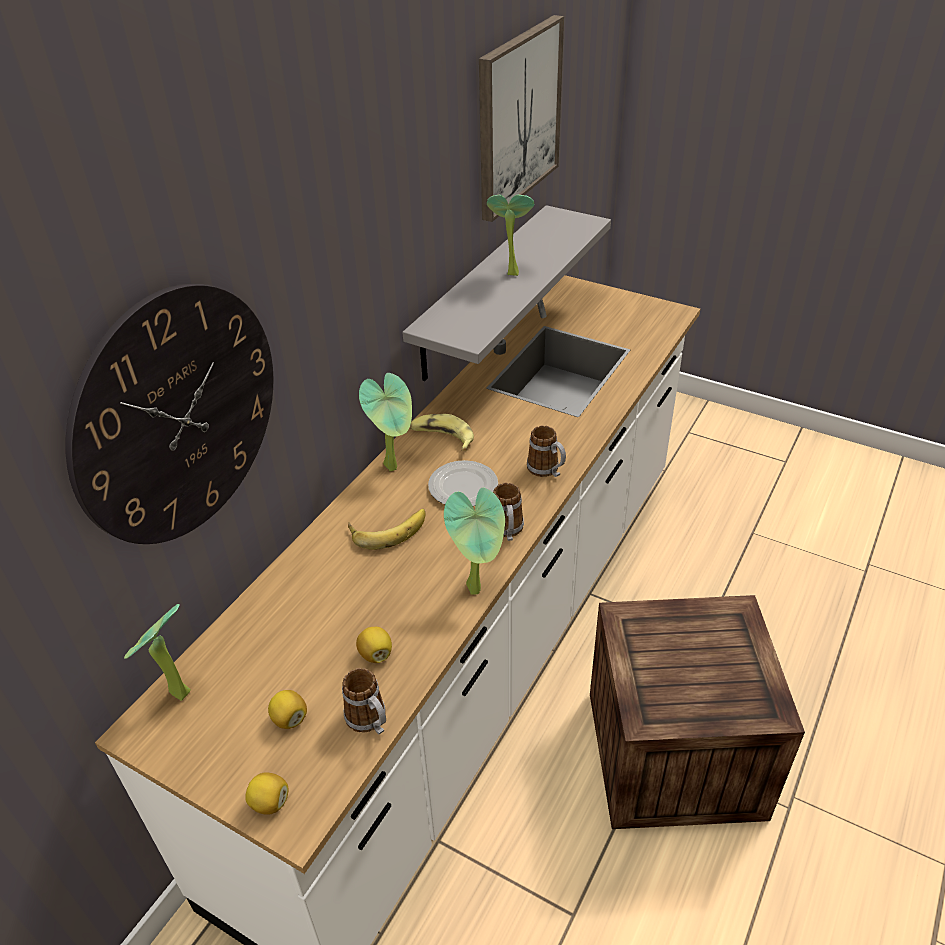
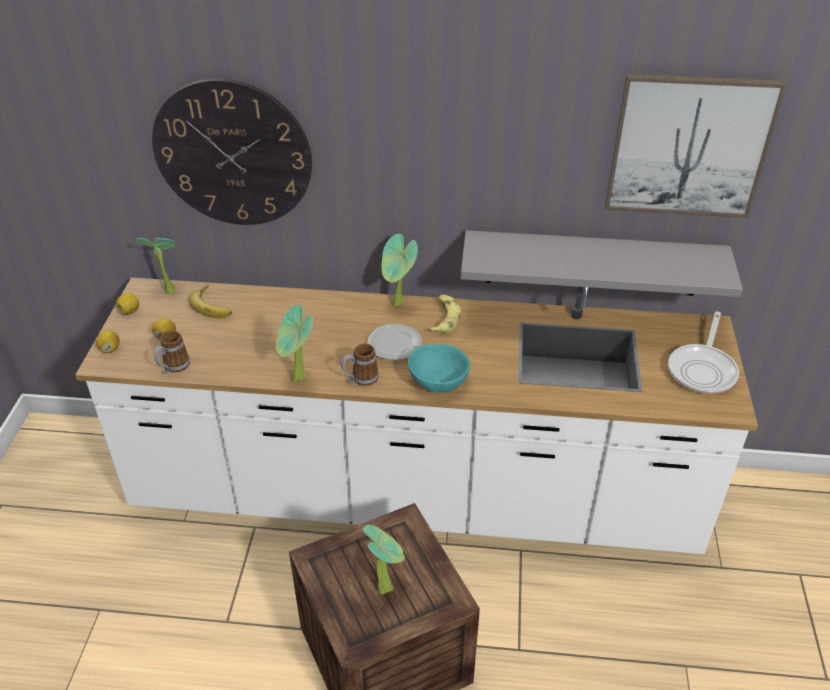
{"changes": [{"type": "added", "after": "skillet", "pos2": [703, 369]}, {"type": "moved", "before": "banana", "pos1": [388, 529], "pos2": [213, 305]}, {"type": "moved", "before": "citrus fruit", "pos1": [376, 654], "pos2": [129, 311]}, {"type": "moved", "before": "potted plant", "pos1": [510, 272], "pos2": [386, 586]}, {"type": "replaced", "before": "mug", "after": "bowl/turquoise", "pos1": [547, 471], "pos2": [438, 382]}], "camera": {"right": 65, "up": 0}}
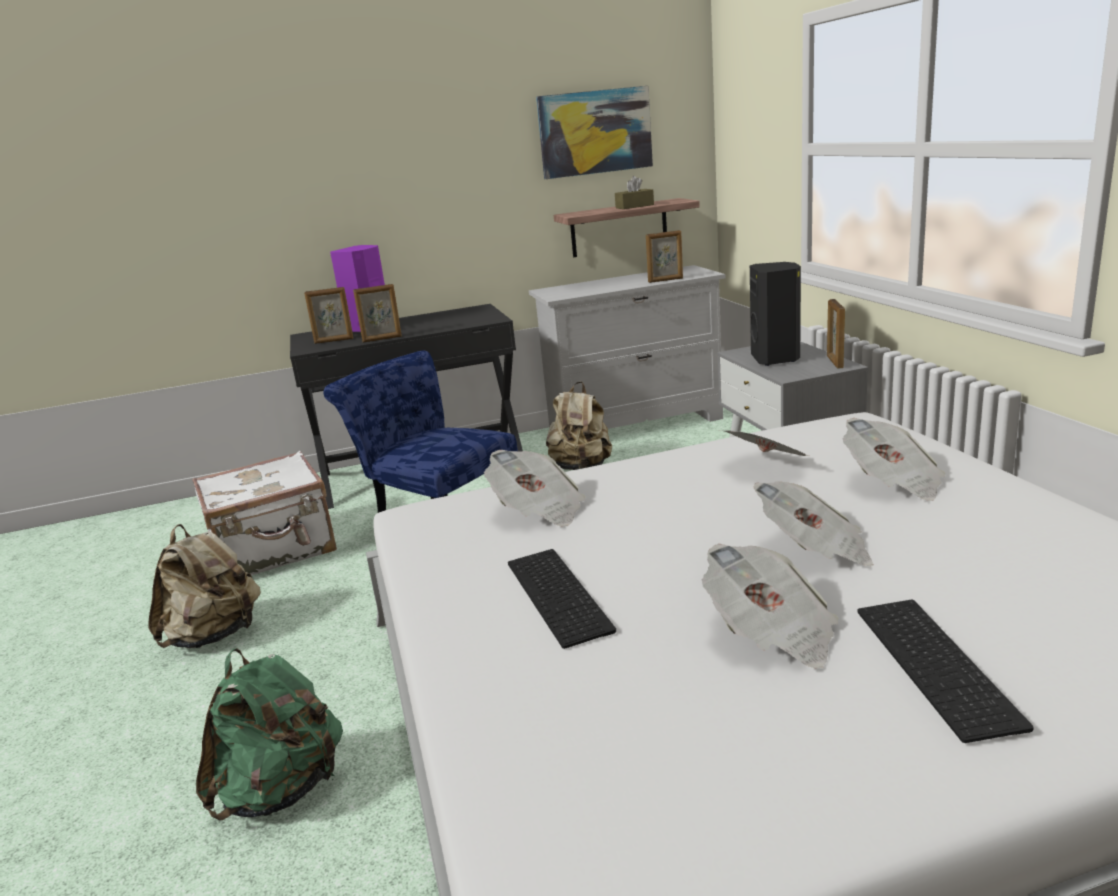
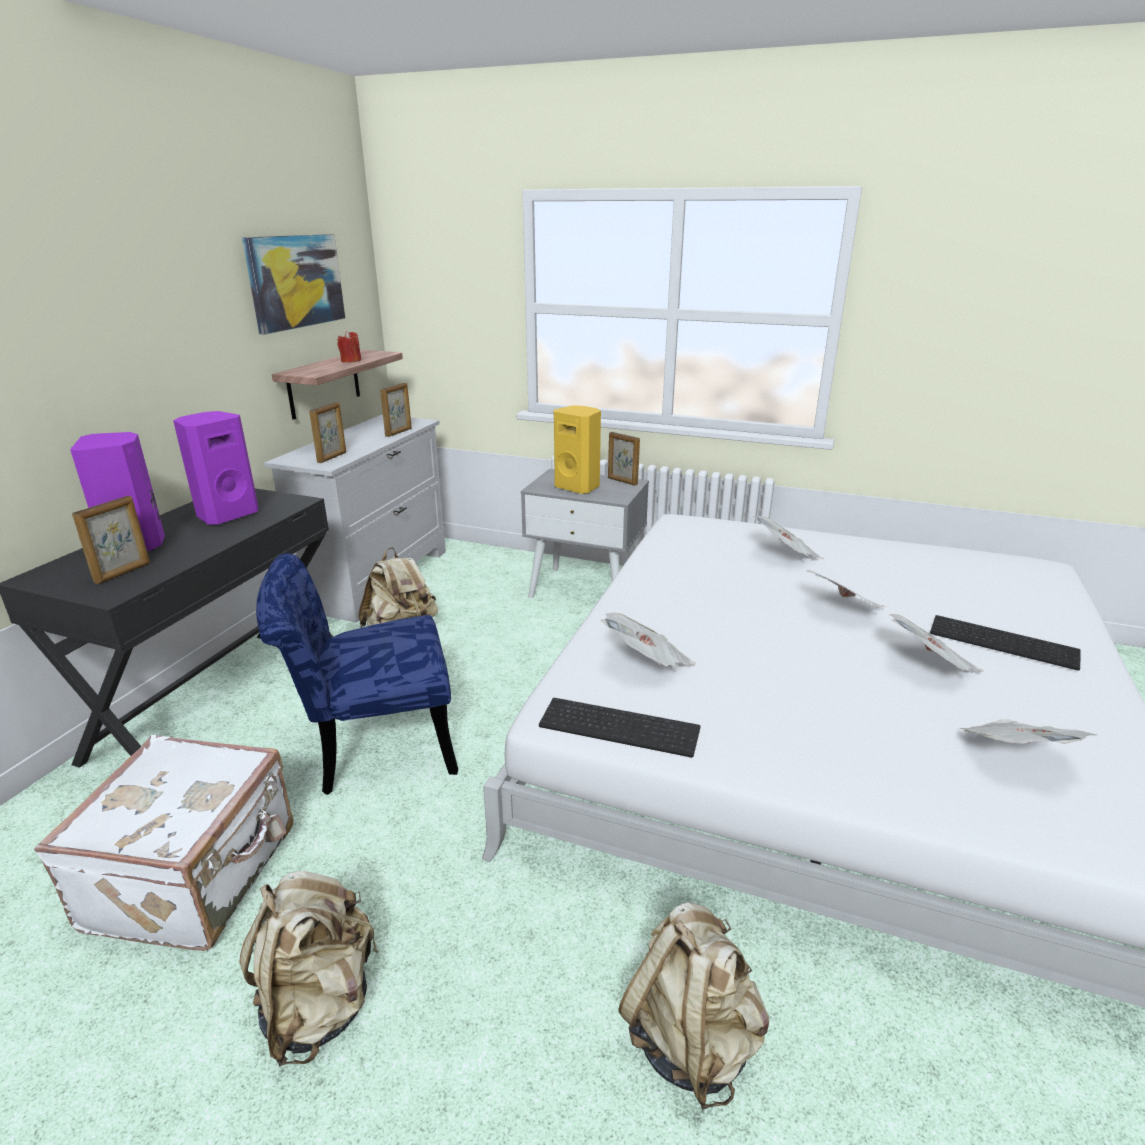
{"changes": [{"type": "added", "after": "speaker/purplish", "pos2": [226, 515]}, {"type": "moved", "before": "photo frame", "pos1": [382, 339], "pos2": [332, 457]}, {"type": "moved", "before": "PC keyboard", "pos1": [561, 595], "pos2": [621, 725]}, {"type": "moved", "before": "daily paper", "pos1": [768, 466], "pos2": [1016, 754]}, {"type": "replaced", "before": "tissue box/brown", "after": "wax candle/red-coloured", "pos1": [634, 206], "pos2": [351, 361]}, {"type": "recoloured", "before": "backpack/green-coloured", "after": "backpack/beige-coloured", "pos1": [282, 790], "pos2": [692, 1039]}, {"type": "recoloured", "before": "speaker/blackish", "after": "speaker/yellow", "pos1": [776, 359], "pos2": [578, 487]}], "camera": {"right": -55, "up": 5}}
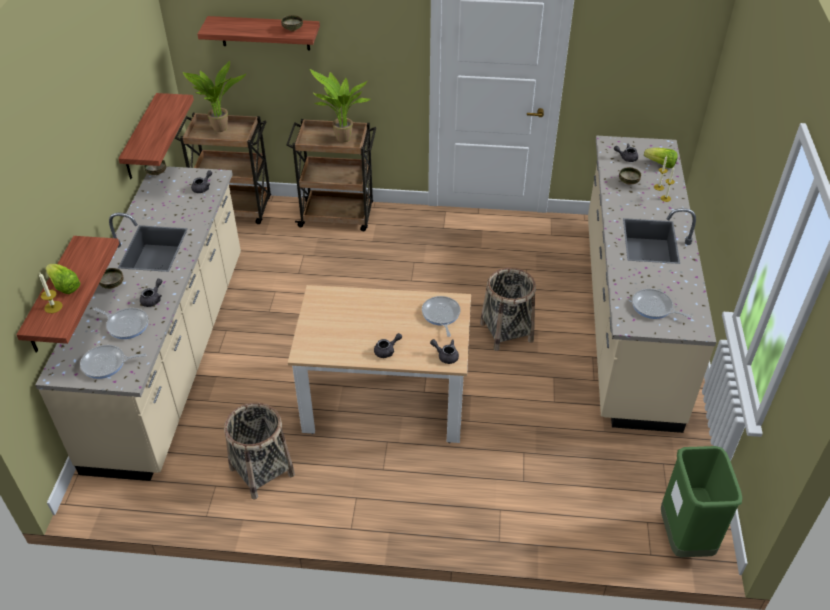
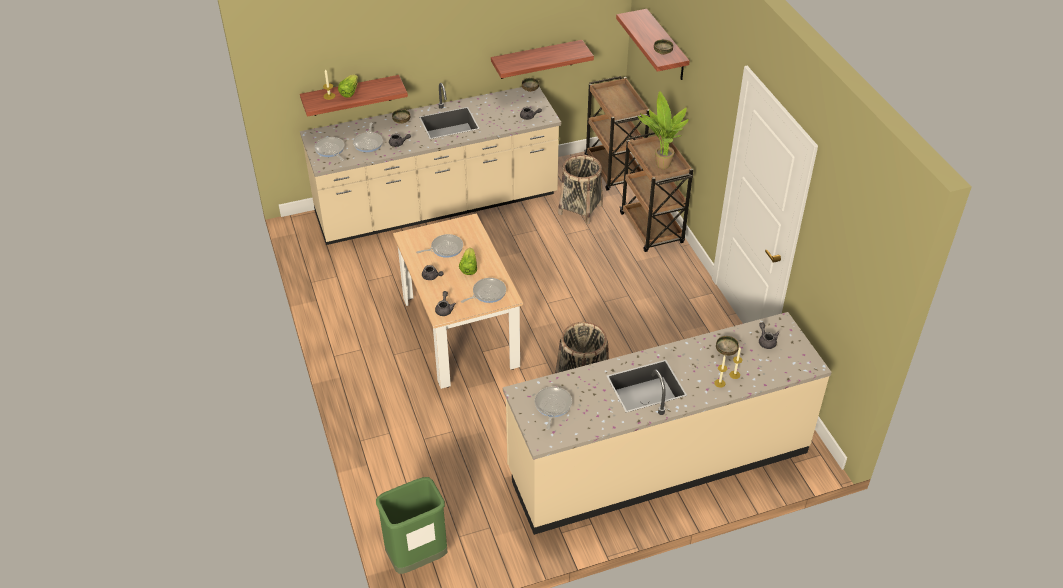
{"changes": [{"type": "removed", "before": "potted plant", "pos1": [220, 130]}, {"type": "added", "after": "skillet", "pos2": [445, 248]}, {"type": "moved", "before": "basket", "pos1": [262, 471], "pos2": [580, 209]}, {"type": "moved", "before": "lettuce", "pos1": [660, 164], "pos2": [469, 267]}], "camera": {"right": 65, "up": 0}}
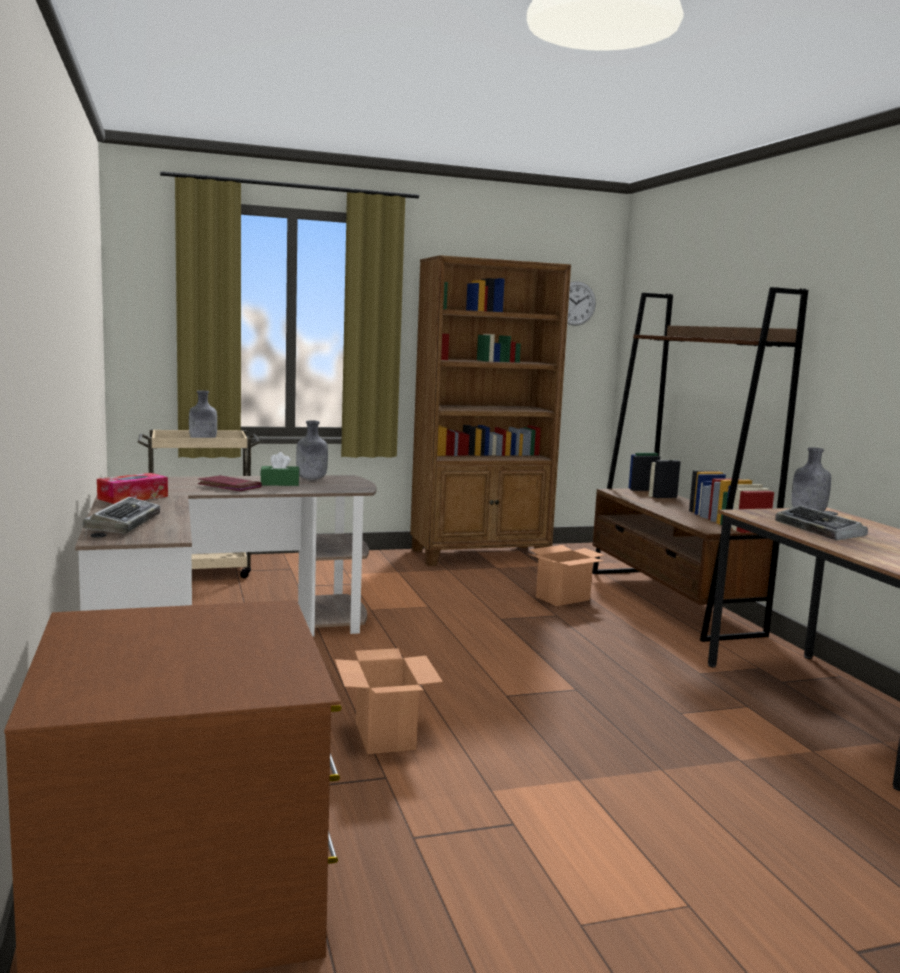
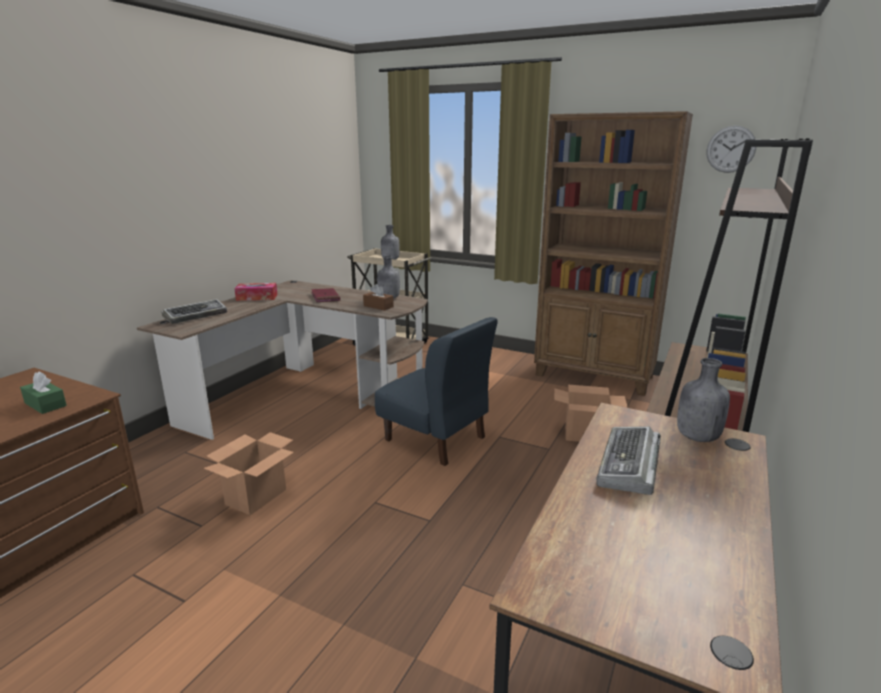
{"changes": [{"type": "added", "after": "tissue box/brown", "pos2": [378, 306]}, {"type": "added", "after": "chair/blue-coloured", "pos2": [435, 439]}, {"type": "moved", "before": "tissue box/green-coloured", "pos1": [280, 483], "pos2": [45, 404]}], "camera": {"right": 45, "up": 10}}
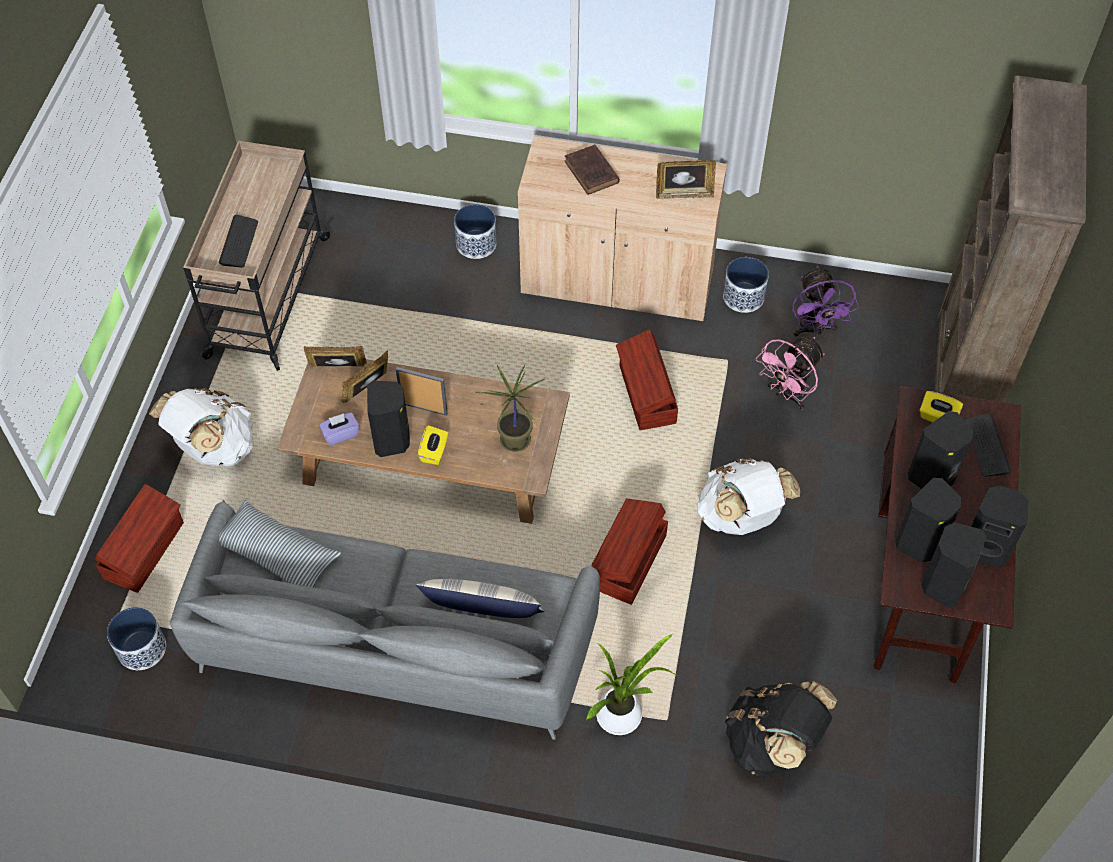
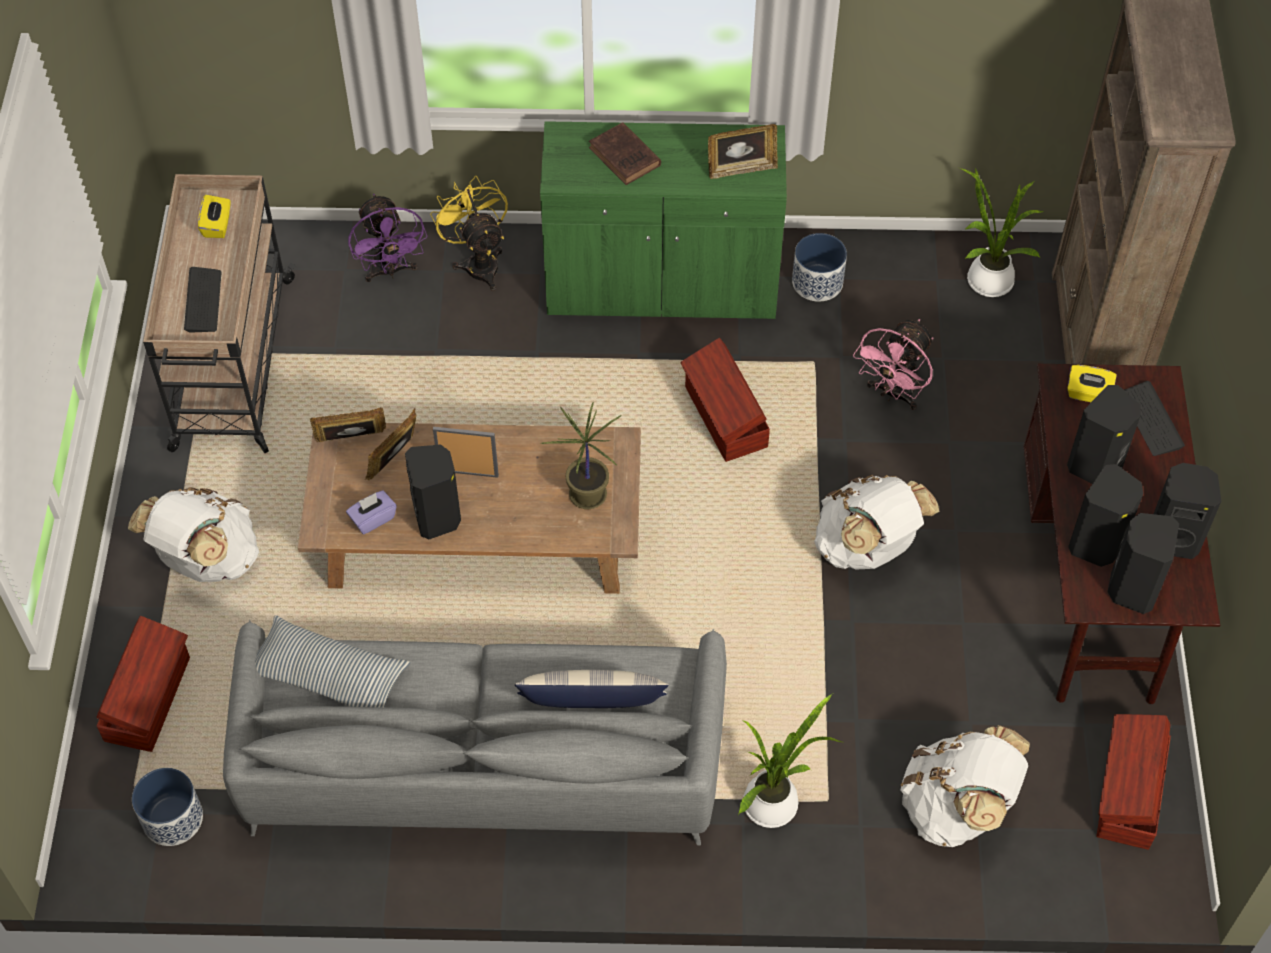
{"changes": [{"type": "added", "after": "potted plant", "pos2": [986, 279]}, {"type": "moved", "before": "tissue box/yellow", "pos1": [434, 452], "pos2": [217, 225]}, {"type": "moved", "before": "storage container/brown", "pos1": [628, 562], "pos2": [1127, 794]}, {"type": "moved", "before": "electric fan/purplish", "pos1": [814, 330], "pos2": [390, 271]}, {"type": "replaced", "before": "flower pot", "after": "electric fan/yellow", "pos1": [476, 244], "pos2": [478, 262]}, {"type": "recoloured", "before": "cabinet/beige-coloured", "after": "cabinet/green-coloured", "pos1": [617, 282], "pos2": [661, 285]}, {"type": "recoloured", "before": "backpack/blackish", "after": "backpack/white-coloured", "pos1": [772, 743], "pos2": [956, 807]}], "camera": {"right": -10, "up": 0}}
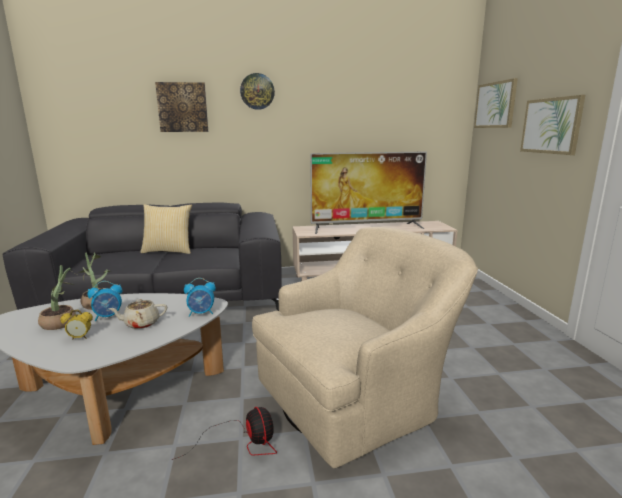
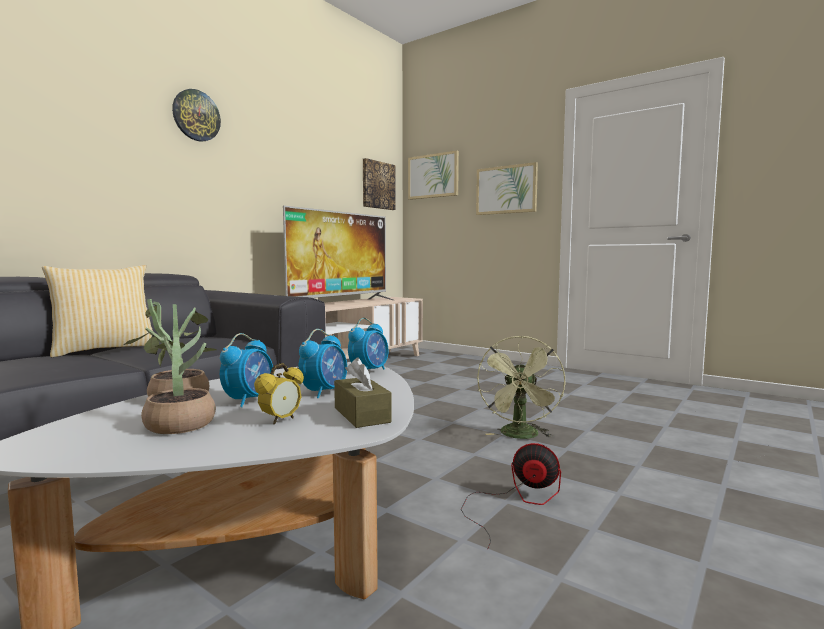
{"changes": [{"type": "added", "after": "tissue box/brown", "pos2": [361, 415]}, {"type": "moved", "before": "wall art", "pos1": [182, 107], "pos2": [378, 185]}, {"type": "replaced", "before": "teapot/beige-coloured", "after": "table clock", "pos1": [141, 324], "pos2": [324, 392]}, {"type": "replaced", "before": "lounge chair/beige-coloured", "after": "electric fan/green-coloured", "pos1": [357, 395], "pos2": [521, 436]}], "camera": {"right": -45, "up": -10}}
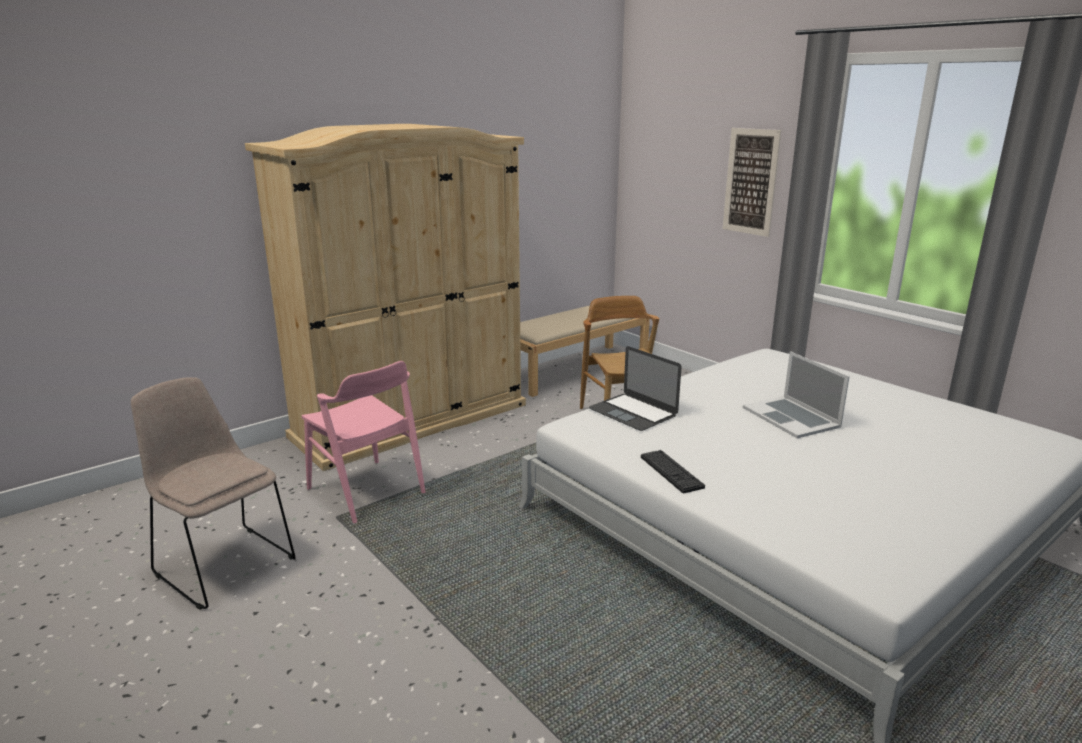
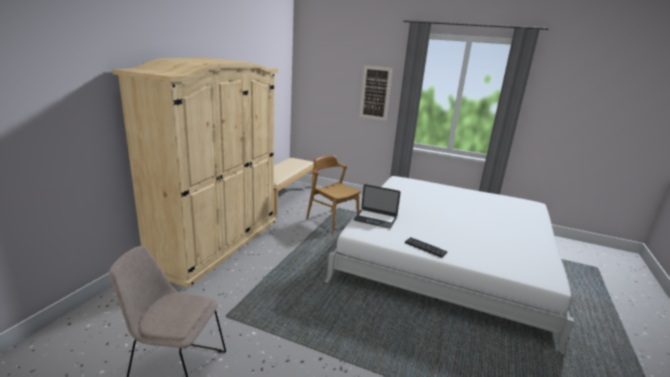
{"changes": [{"type": "removed", "before": "chair/pinkish", "pos1": [366, 491]}, {"type": "removed", "before": "notebook computer", "pos1": [791, 417]}], "camera": {"right": -30, "up": 0}}
